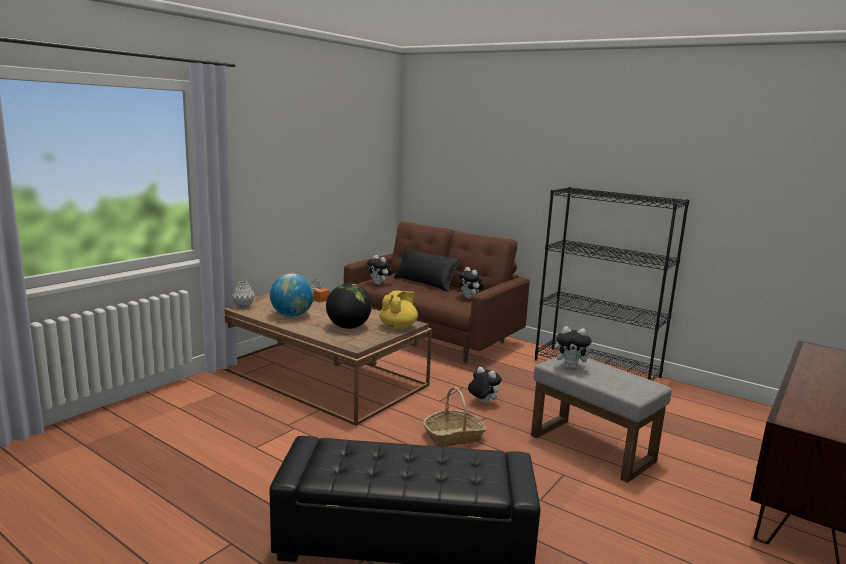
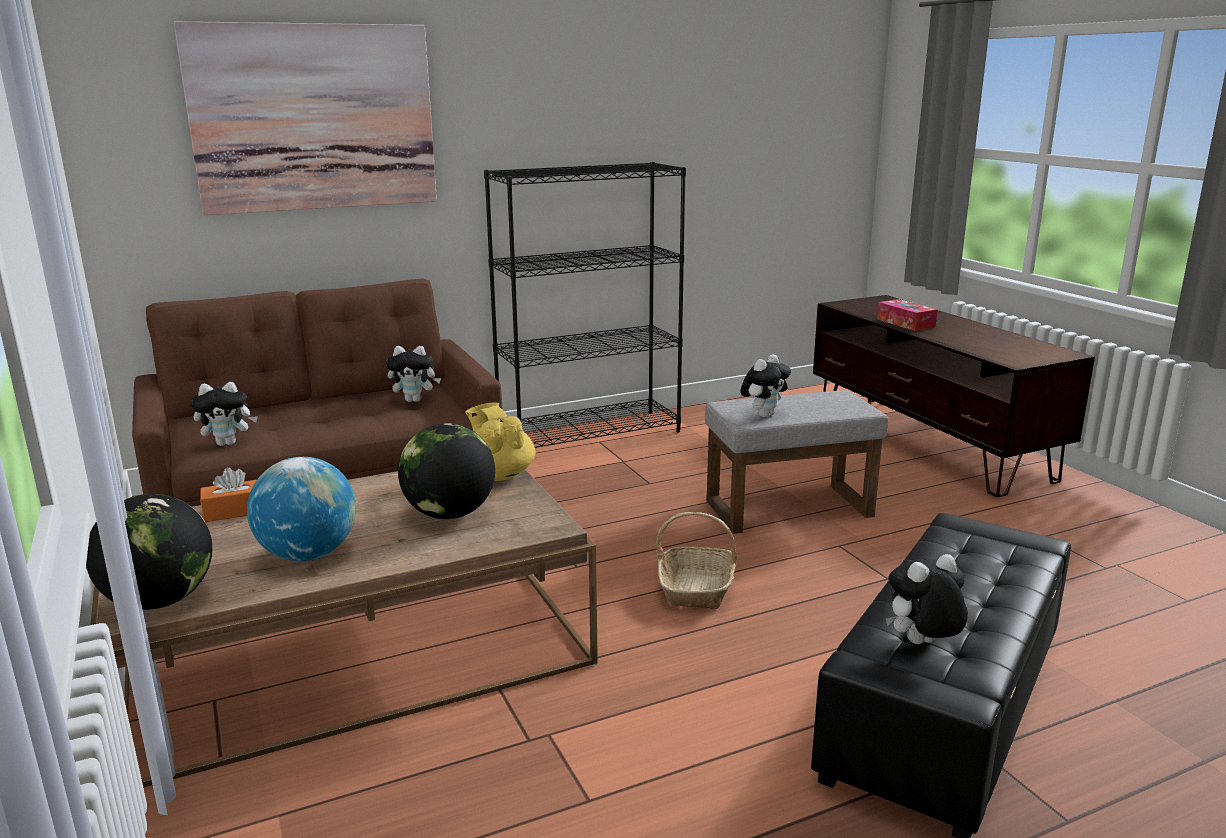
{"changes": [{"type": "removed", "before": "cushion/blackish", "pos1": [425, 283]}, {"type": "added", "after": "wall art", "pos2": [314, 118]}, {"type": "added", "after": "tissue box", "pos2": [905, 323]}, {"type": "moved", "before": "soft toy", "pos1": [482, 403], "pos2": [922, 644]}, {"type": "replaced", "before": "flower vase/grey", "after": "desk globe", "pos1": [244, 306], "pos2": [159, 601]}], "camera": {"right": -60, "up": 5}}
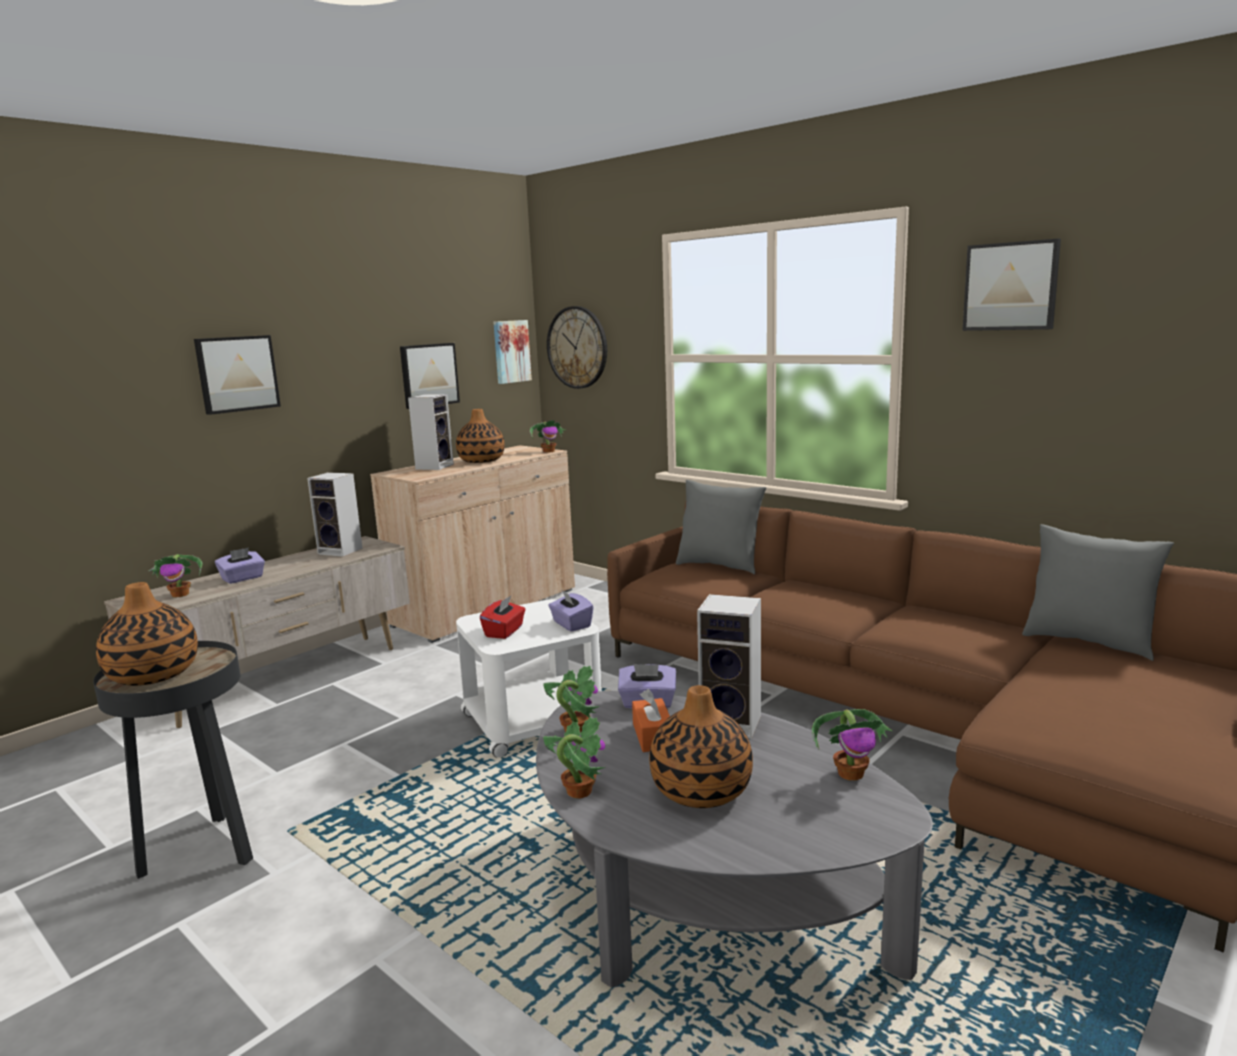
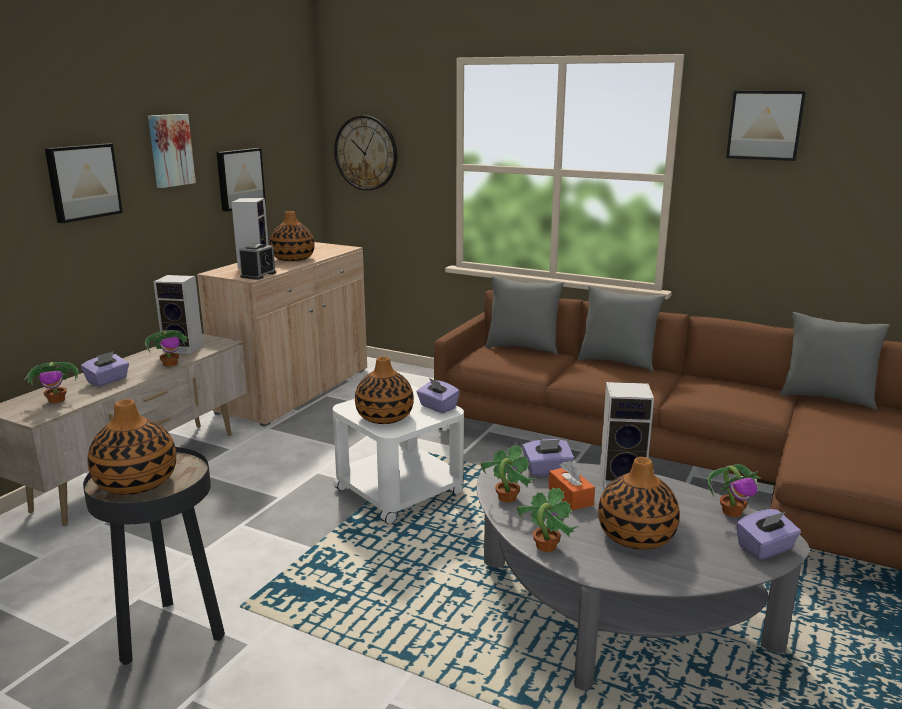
{"changes": [{"type": "added", "after": "table clock", "pos2": [258, 275]}, {"type": "added", "after": "cushion/grey", "pos2": [617, 362]}, {"type": "added", "after": "tissue box/purplish", "pos2": [765, 548]}, {"type": "moved", "before": "wall art", "pos1": [511, 351], "pos2": [170, 150]}, {"type": "moved", "before": "potted plant", "pos1": [549, 451], "pos2": [170, 364]}, {"type": "replaced", "before": "tissue box/red-coloured", "after": "flower vase", "pos1": [504, 631], "pos2": [384, 417]}], "camera": {"right": -15, "up": 5}}
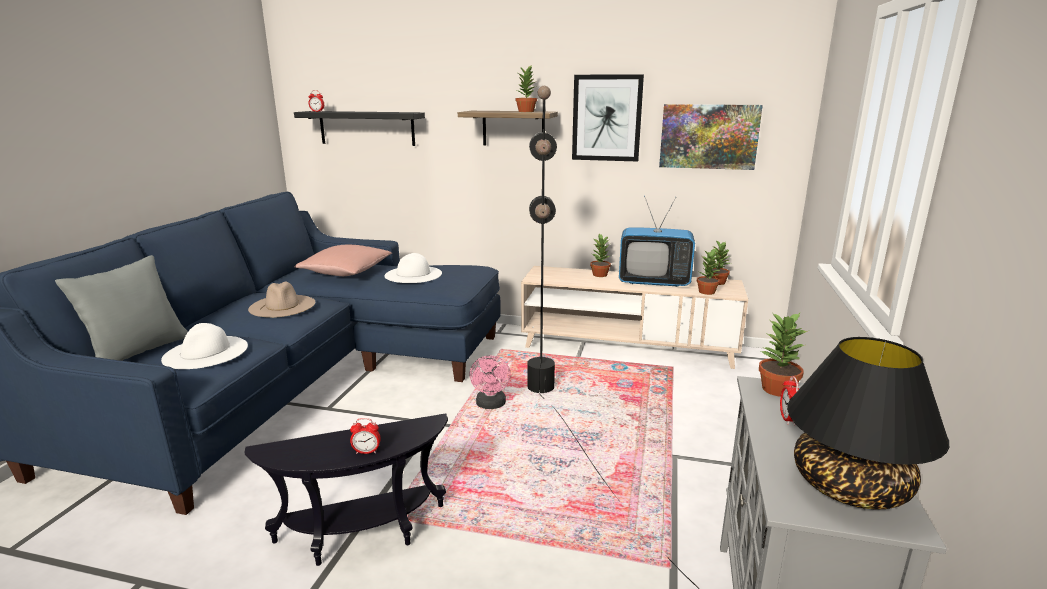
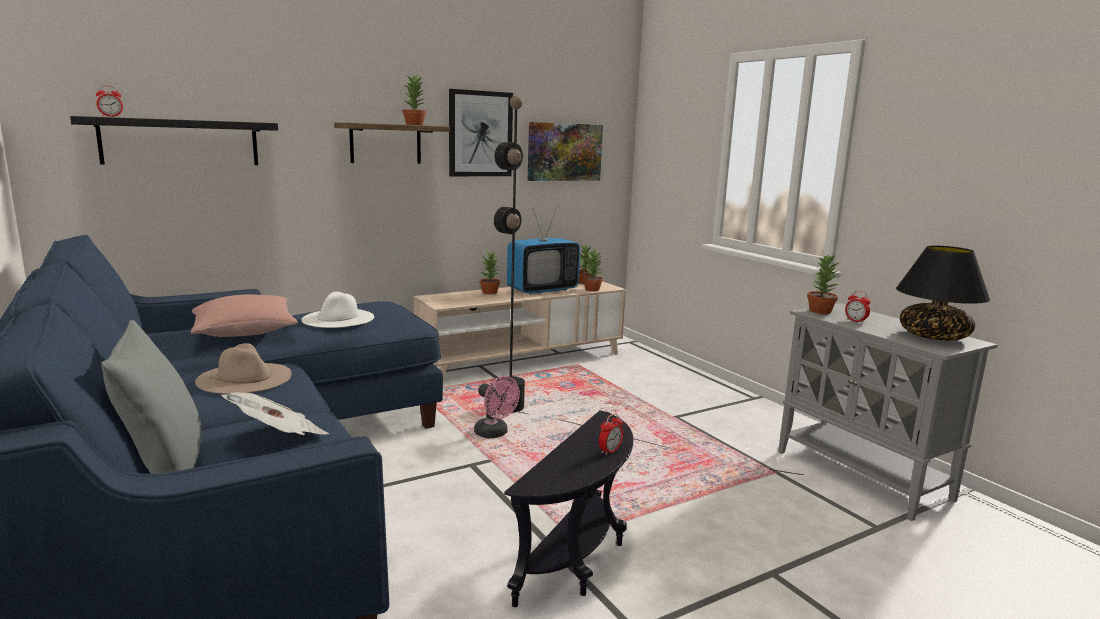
{"changes": [{"type": "replaced", "before": "wearable hat/white-coloured", "after": "daily paper", "pos1": [205, 352], "pos2": [279, 437]}], "camera": {"right": -45, "up": -5}}
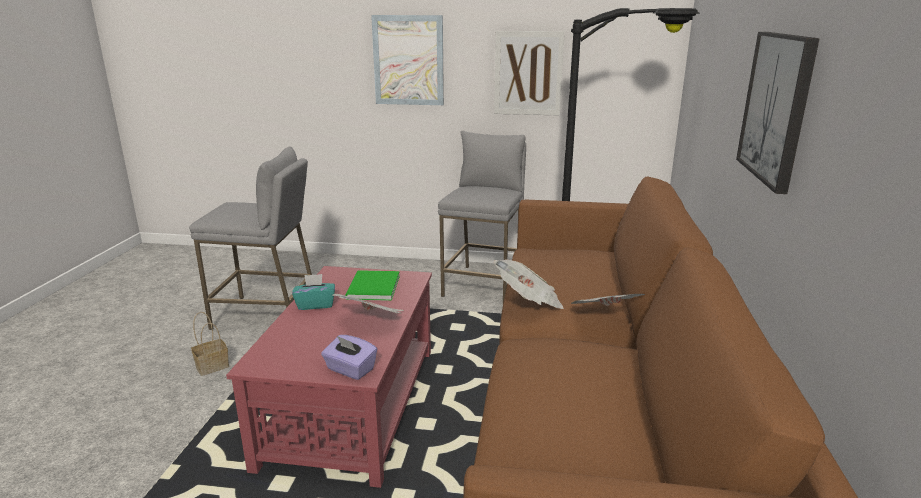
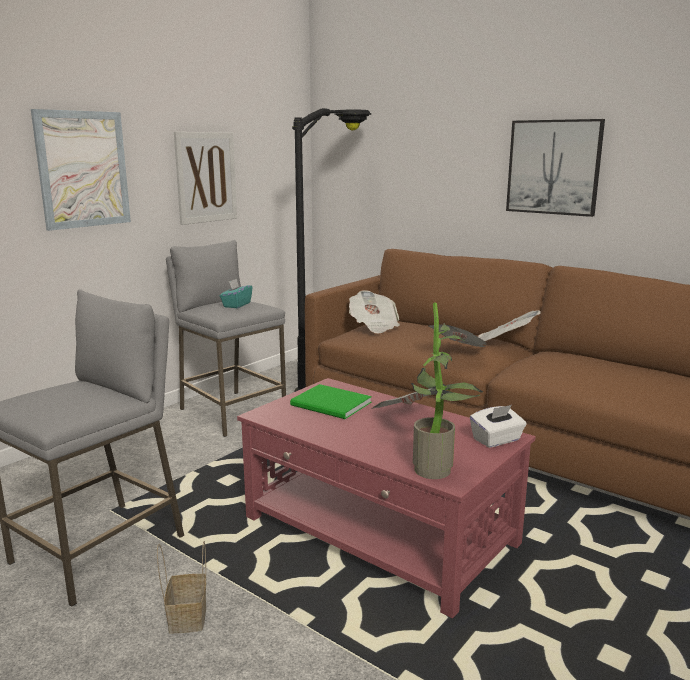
{"changes": [{"type": "added", "after": "daily paper", "pos2": [374, 326]}, {"type": "added", "after": "potted plant", "pos2": [438, 471]}, {"type": "moved", "before": "tissue box/turquoise", "pos1": [315, 304], "pos2": [236, 305]}, {"type": "recoloured", "before": "tissue box/purplish", "after": "tissue box/white-coloured", "pos1": [350, 370], "pos2": [497, 440]}], "camera": {"right": -60, "up": -5}}
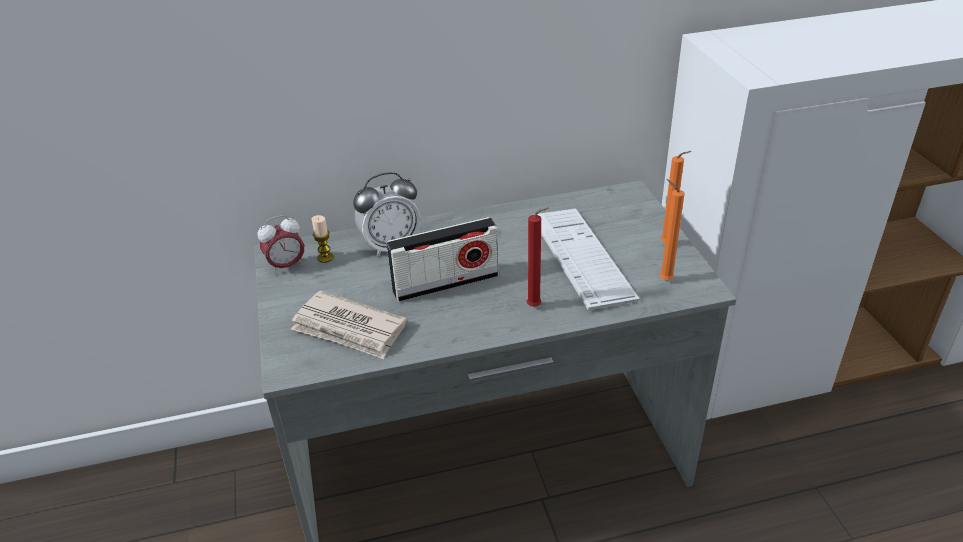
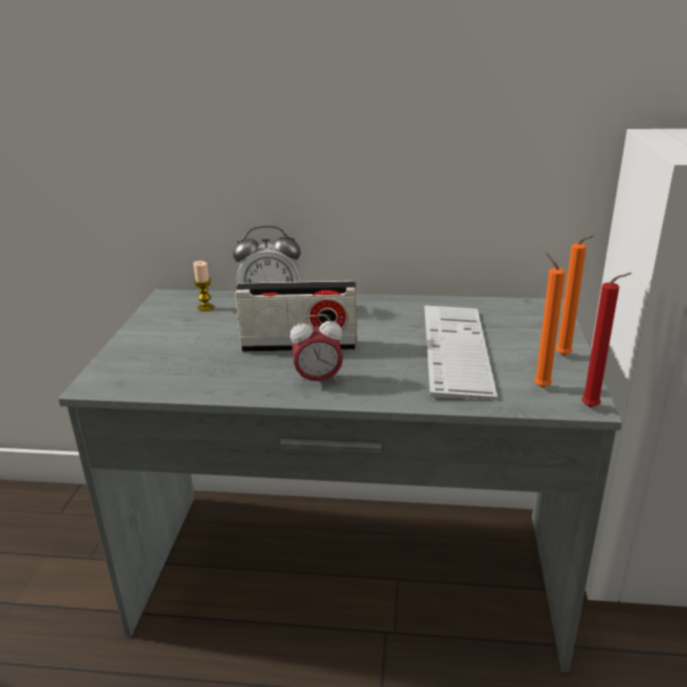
{"changes": [{"type": "removed", "before": "daily paper", "pos1": [349, 329]}, {"type": "moved", "before": "table clock", "pos1": [286, 266], "pos2": [318, 380]}, {"type": "moved", "before": "wax candle/red-coloured", "pos1": [536, 307], "pos2": [593, 408]}], "camera": {"right": 20, "up": -10}}
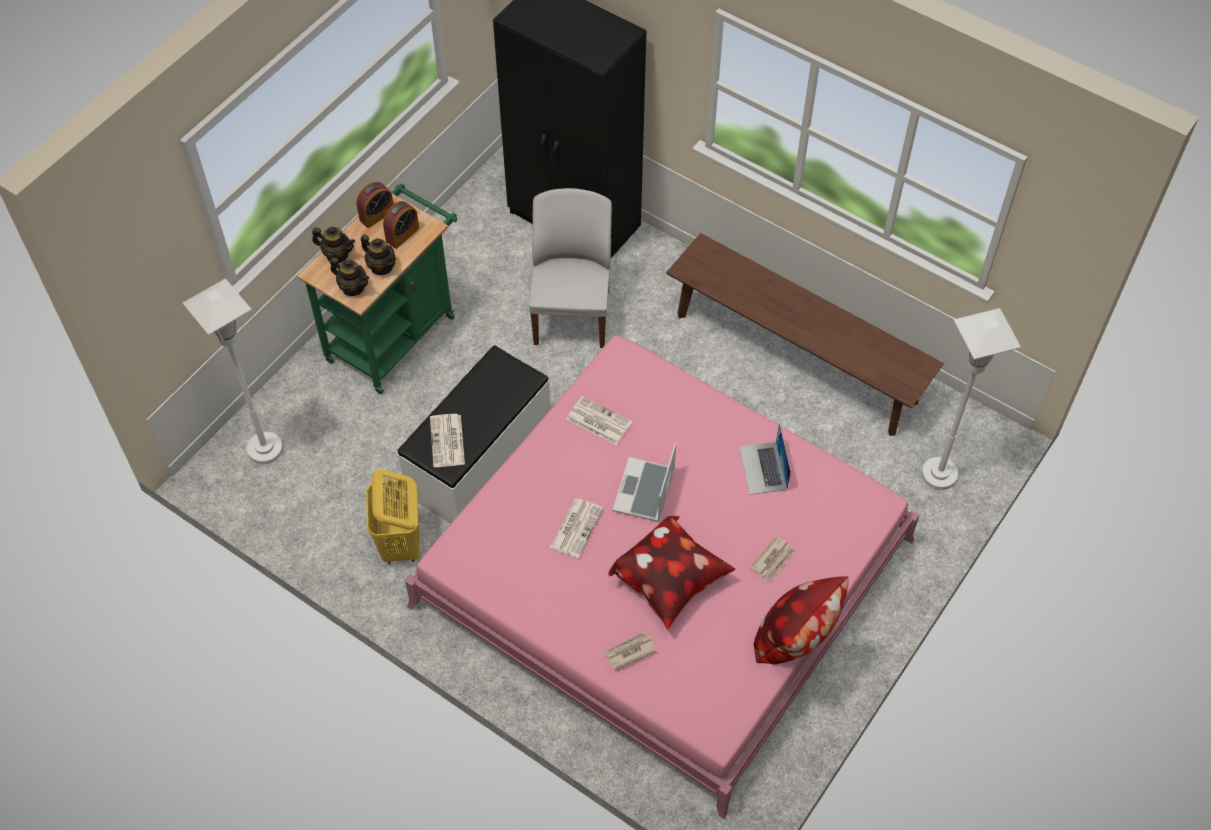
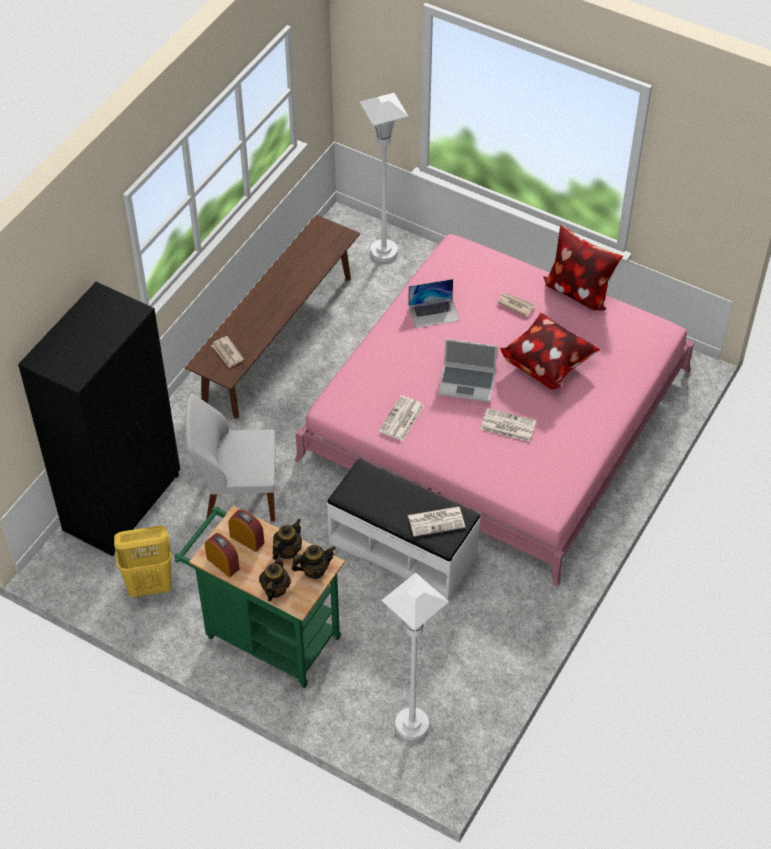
{"changes": [{"type": "moved", "before": "hamper/yellow", "pos1": [400, 544], "pos2": [150, 585]}, {"type": "moved", "before": "daily paper", "pos1": [629, 651], "pos2": [227, 353]}, {"type": "turned", "before": "teapot", "pos1": [353, 287], "pos2": [314, 570], "turn": 45}], "camera": {"right": -95, "up": -5}}
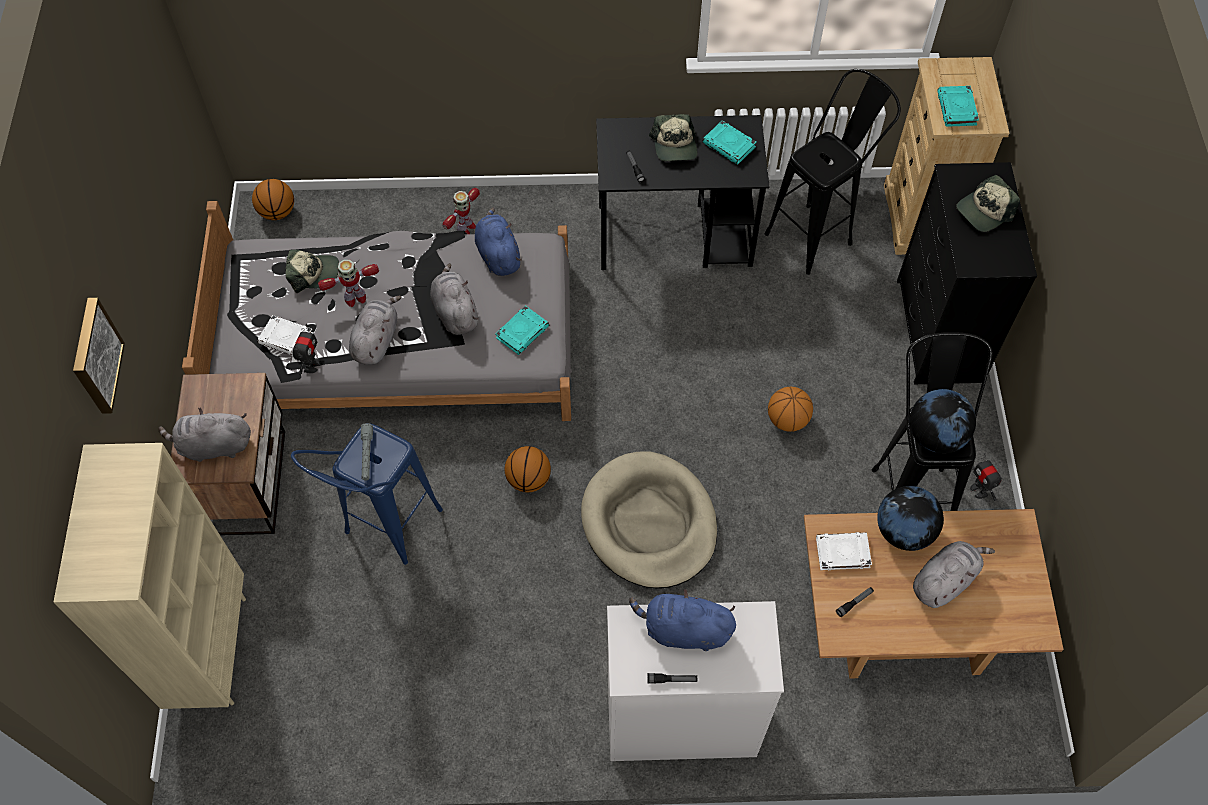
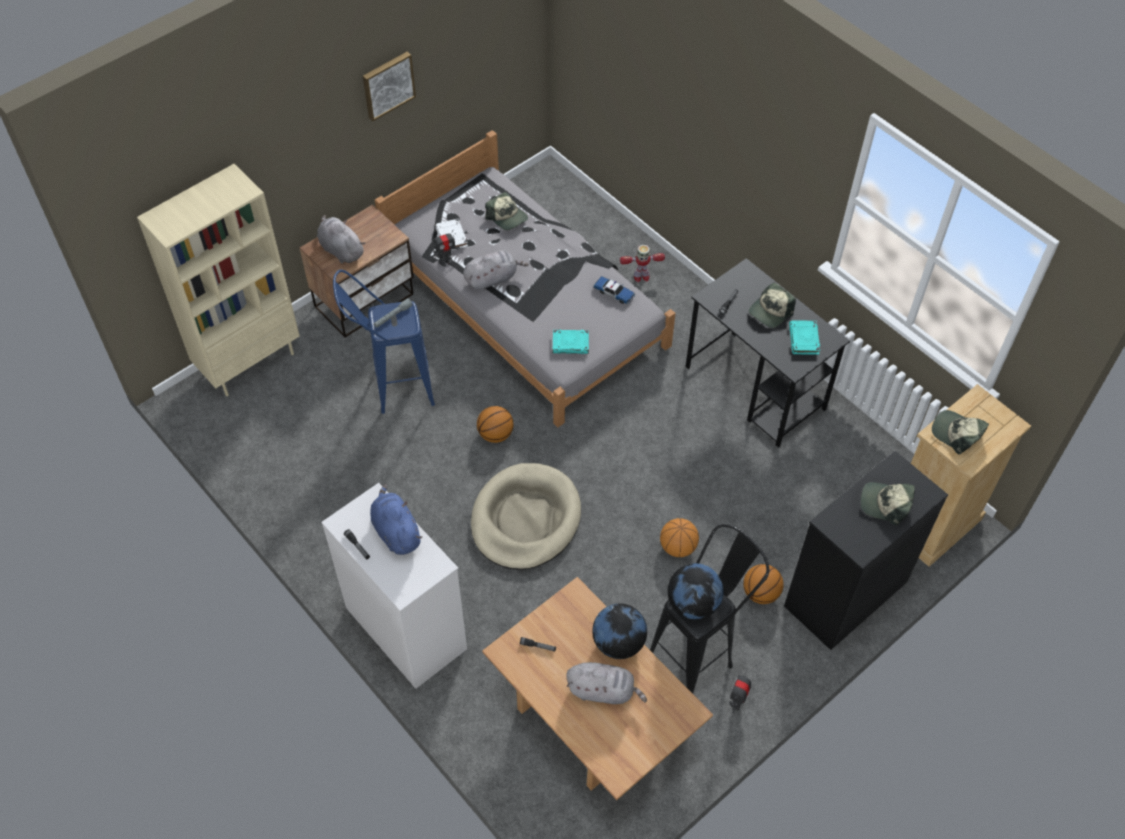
{"changes": [{"type": "removed", "before": "robot figure", "pos1": [354, 298]}, {"type": "removed", "before": "soft toy/grey", "pos1": [455, 312]}, {"type": "removed", "before": "stool seat/blackish", "pos1": [818, 232]}, {"type": "removed", "before": "bound book/white-coloured", "pos1": [842, 553]}, {"type": "moved", "before": "wall art", "pos1": [94, 356], "pos2": [387, 84]}, {"type": "moved", "before": "ball for basketball", "pos1": [277, 212], "pos2": [760, 593]}, {"type": "replaced", "before": "soft toy/blue-coloured", "after": "miniature car", "pos1": [498, 254], "pos2": [614, 293]}, {"type": "replaced", "before": "bound book/turquoise", "after": "peaked cap", "pos1": [957, 109], "pos2": [957, 433]}], "camera": {"right": 50, "up": -5}}
